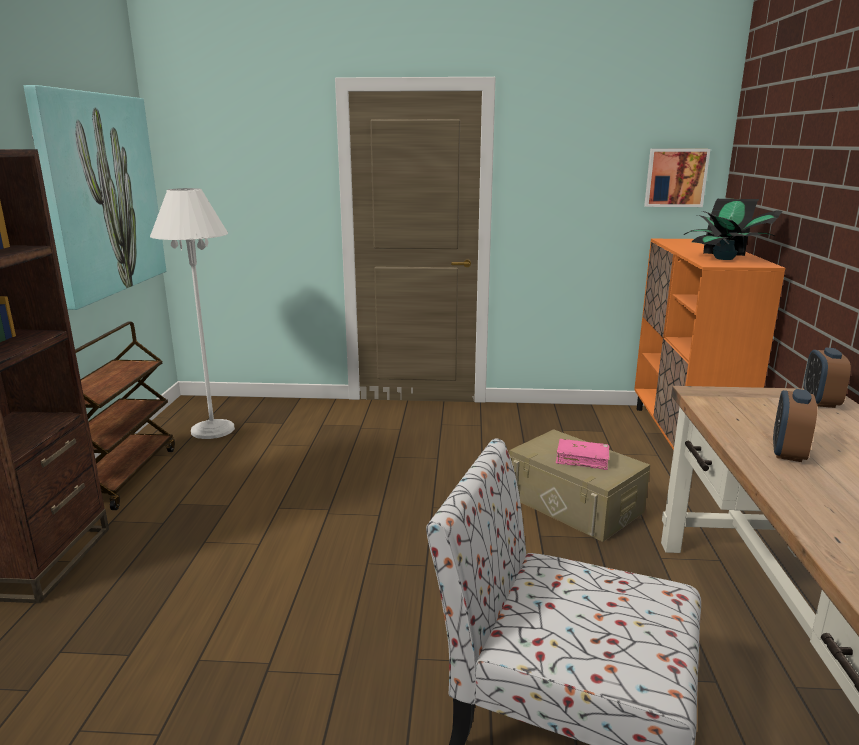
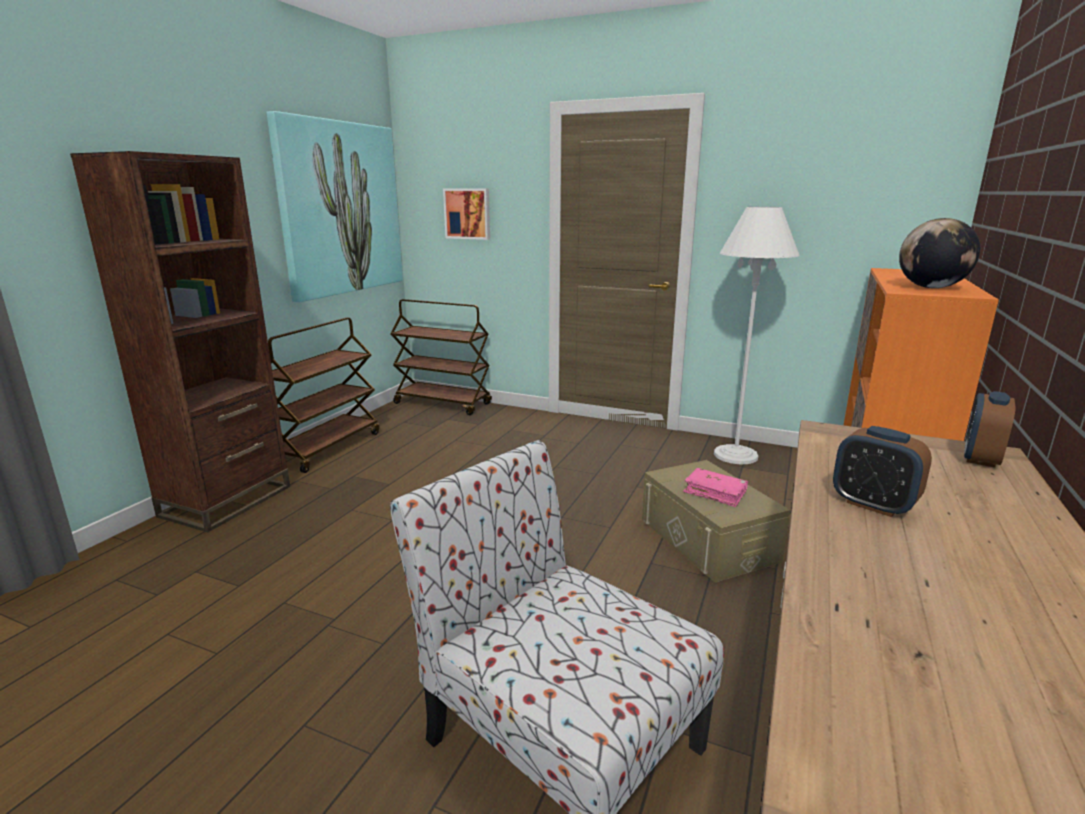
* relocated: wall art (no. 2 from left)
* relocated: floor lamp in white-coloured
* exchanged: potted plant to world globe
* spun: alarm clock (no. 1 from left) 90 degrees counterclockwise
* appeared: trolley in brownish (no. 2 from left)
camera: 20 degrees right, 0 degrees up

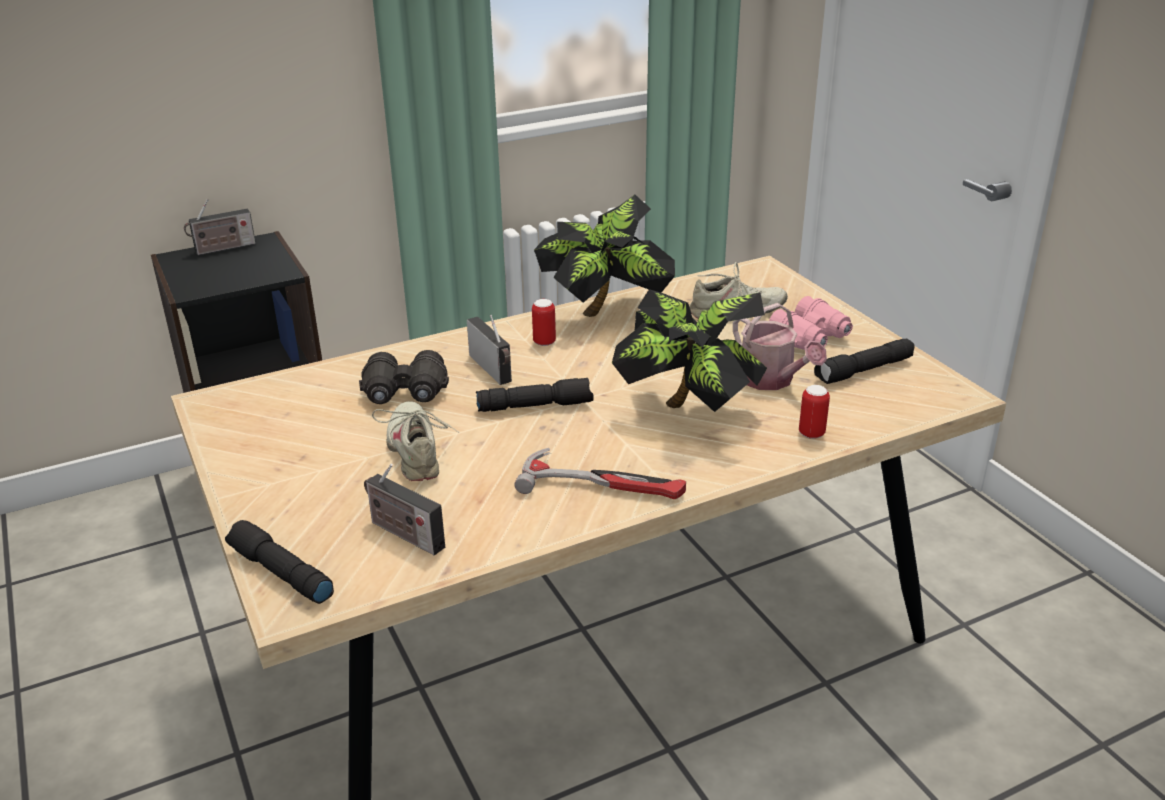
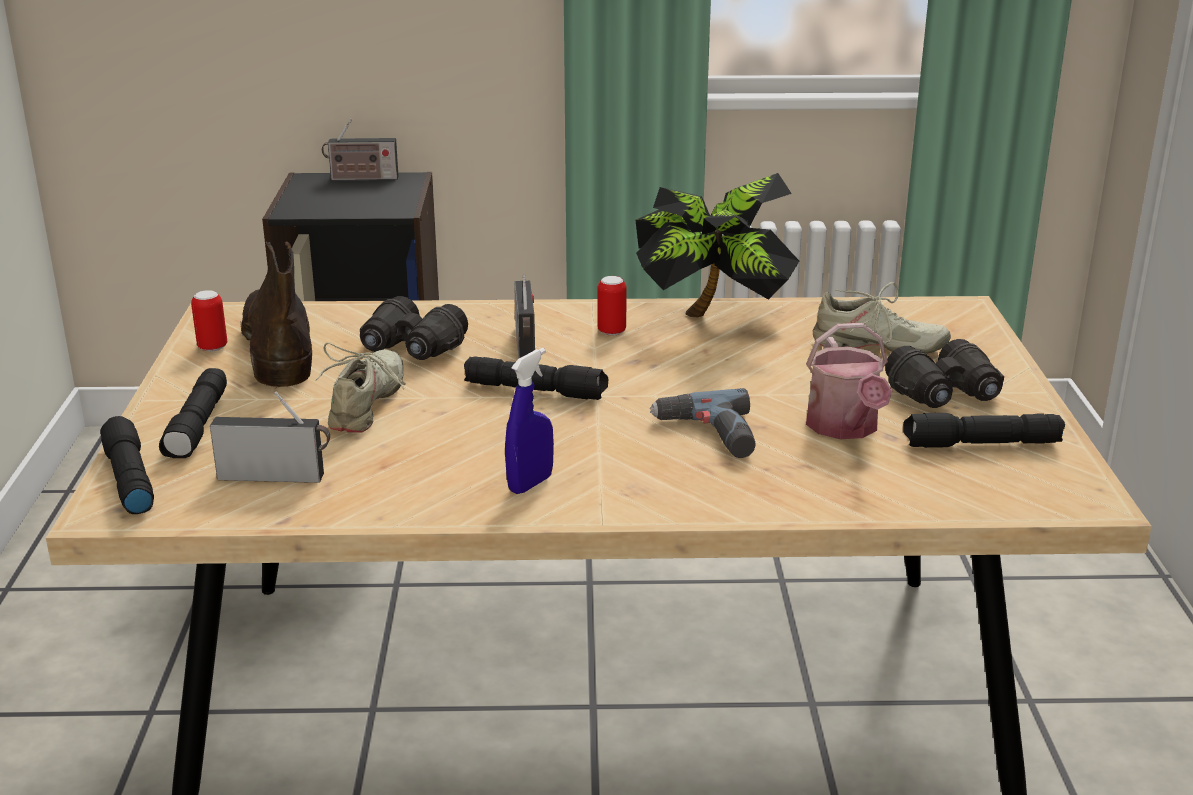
* exchanged: potted plant (no. 2 from left) to drill
* colour: field glasses in pinkish to field glasses in blackish (no. 2 from left)
* relocated: metal can (no. 2 from left in the first image) to metal can (no. 1 from left)
* exchanged: tool hammer to sprayer in bluish
* spun: radio set (no. 2 from left in the first image) 120 degrees clockwise
* appeared: boot in brownish
* appeared: hand torch in blackish (no. 2 from left)
camera: 25 degrees right, 5 degrees down

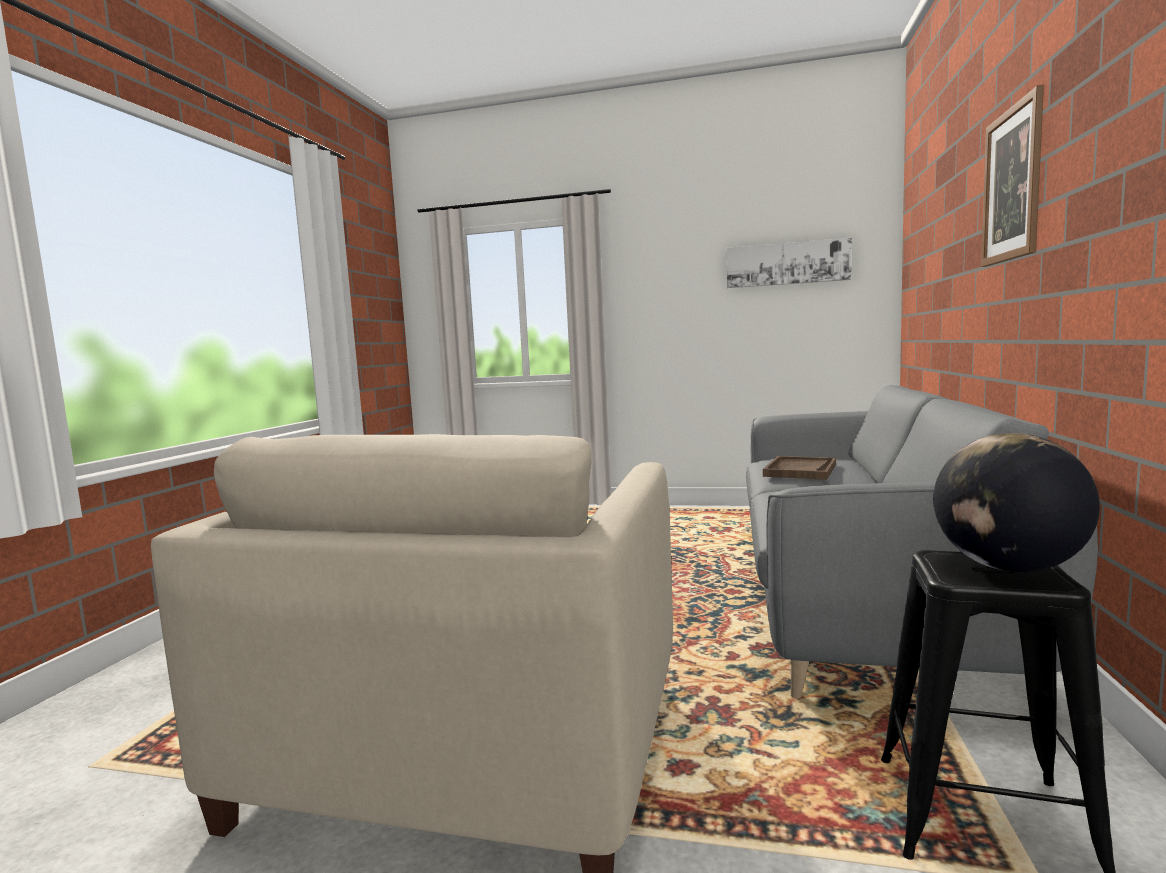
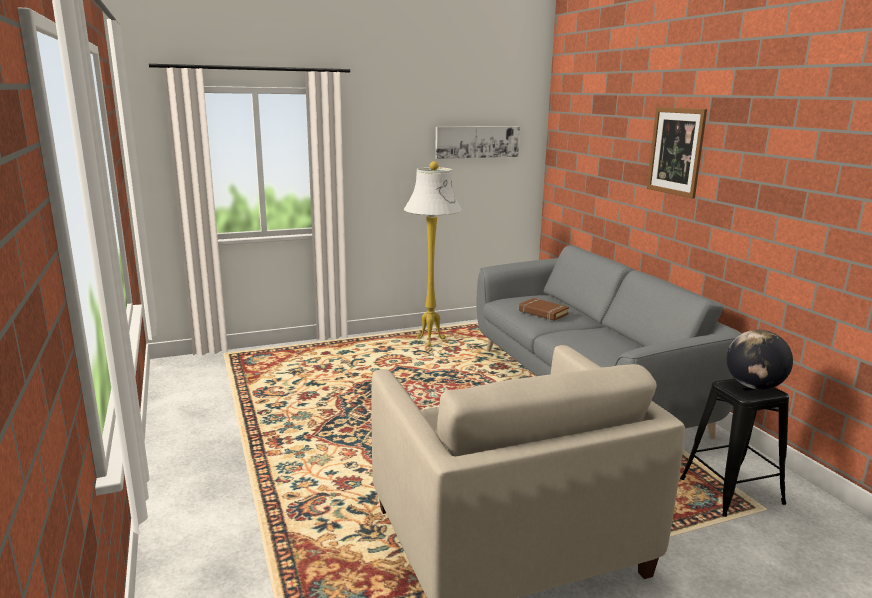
* exchanged: carrying tray in brownish to bound book in brownish
* appeared: floor lamp in white-coloured
camera: 35 degrees left, 10 degrees up

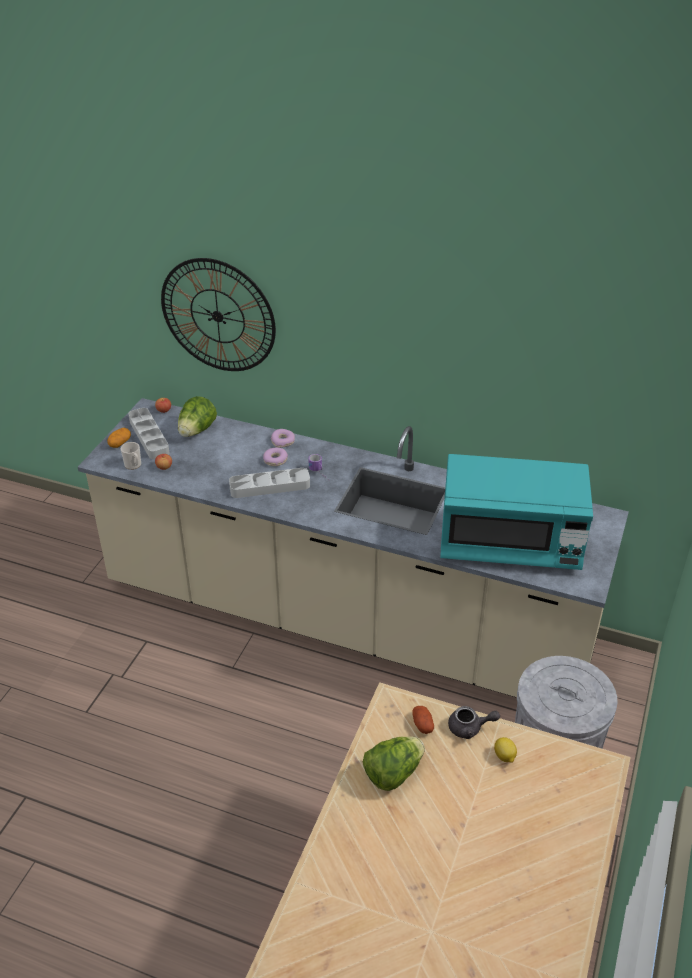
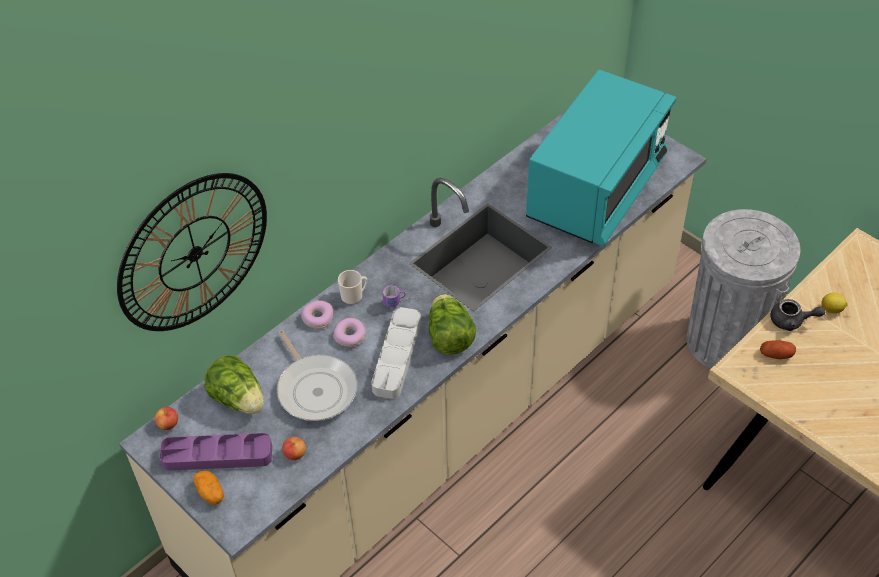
* colour: carrying tray in gray (no. 1 from left) to carrying tray in purple
* relocated: mug (no. 1 from left)
* spun: tea pot in gray 75 degrees clockwise
* relocated: head of lettuce (no. 2 from left)
* appeared: skillet
camera: 65 degrees left, 10 degrees up

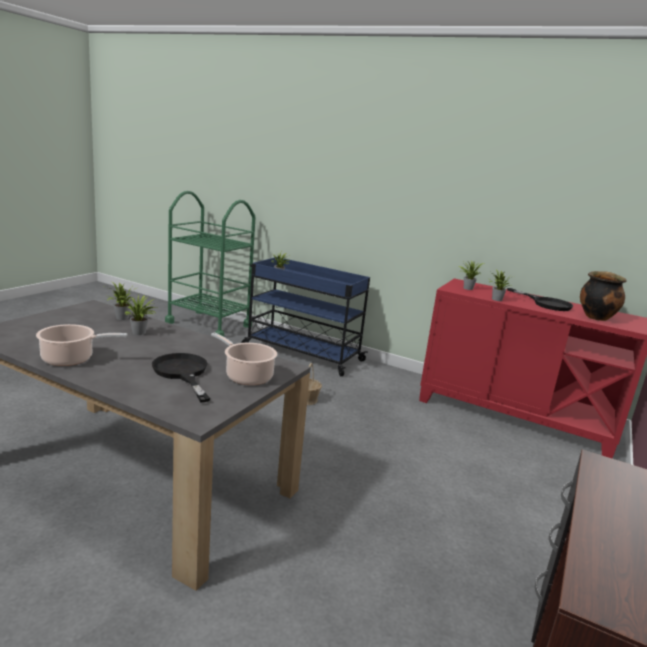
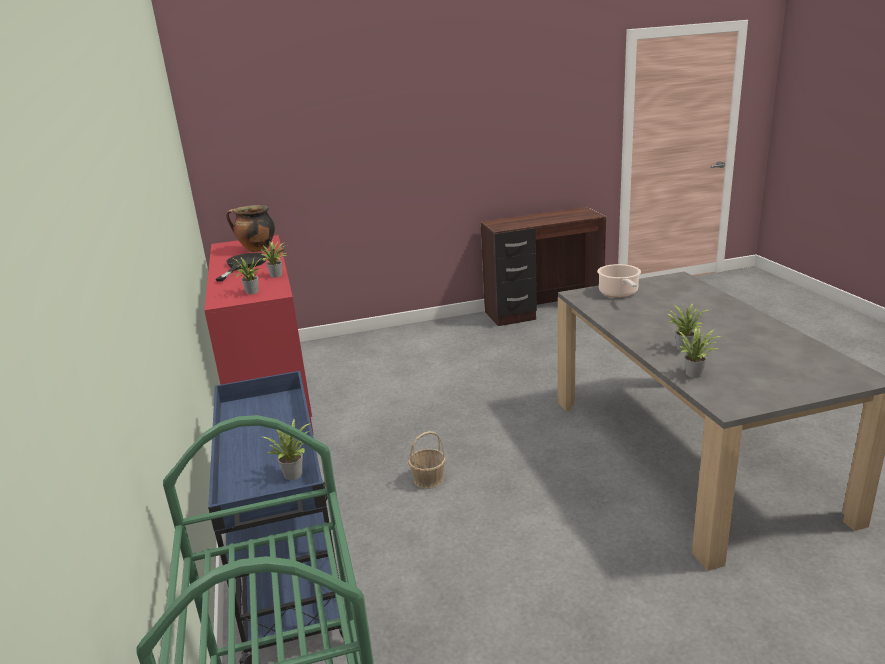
* missing: saucepot (no. 1 from left)
* missing: skillet in blackish (no. 1 from left)
camera: 130 degrees left, 5 degrees up

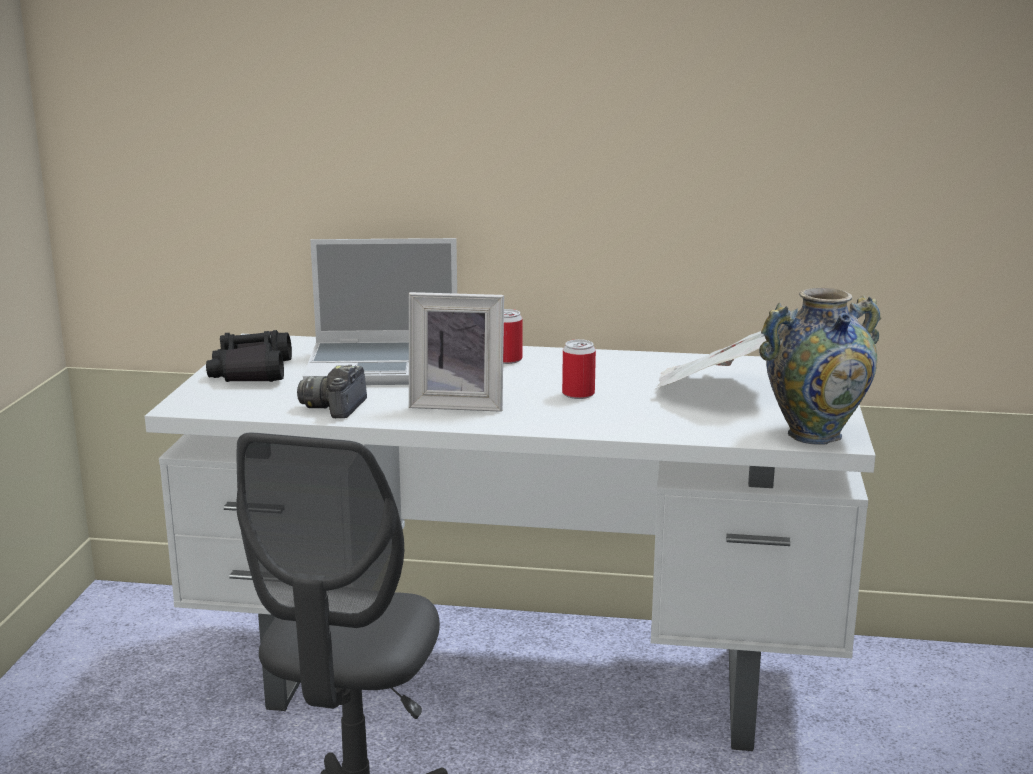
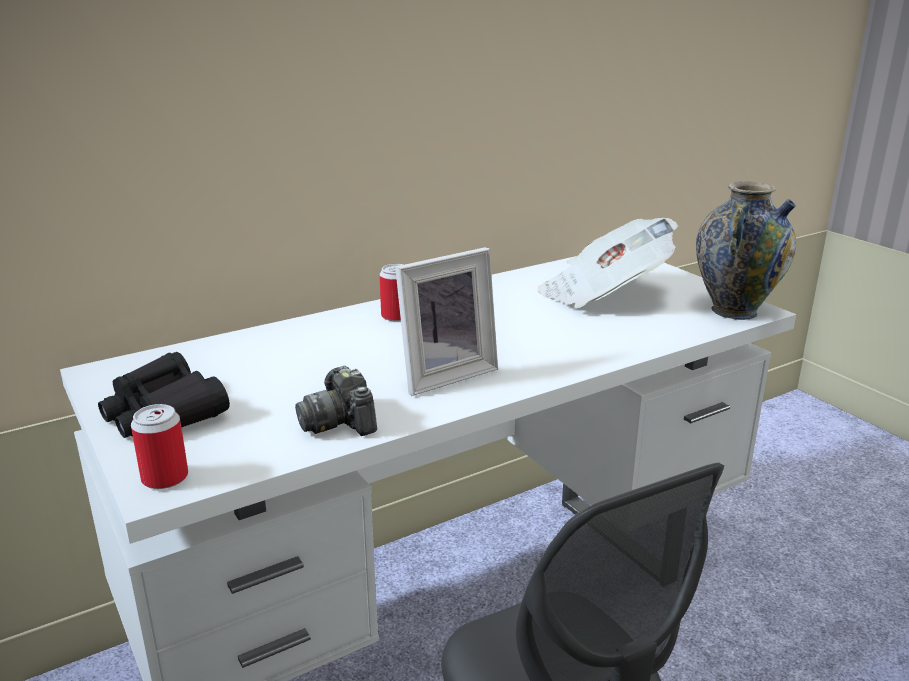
* missing: notebook computer
* relocated: metal can (no. 2 from left in the first image) to metal can (no. 1 from left)
camera: 40 degrees left, 5 degrees up

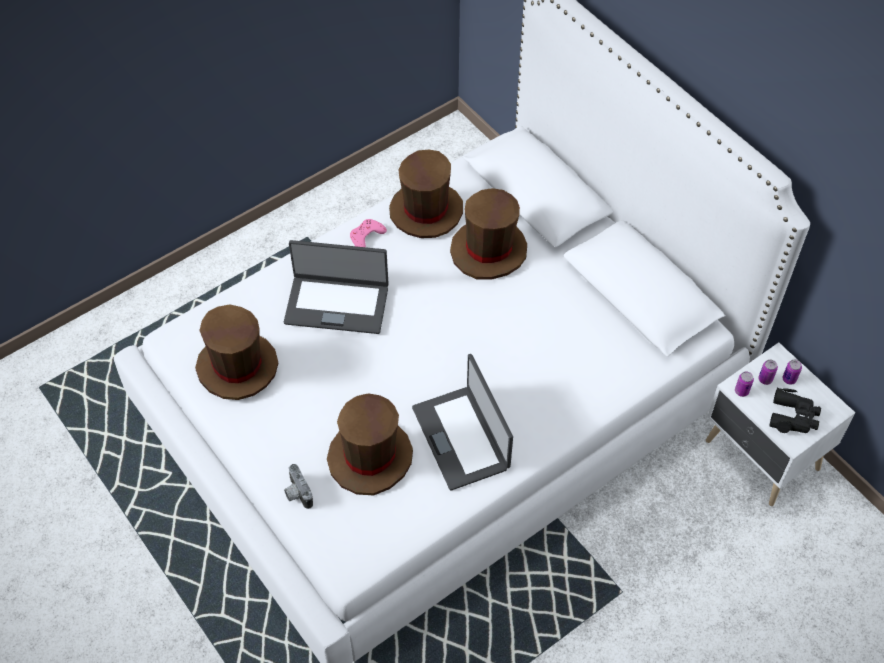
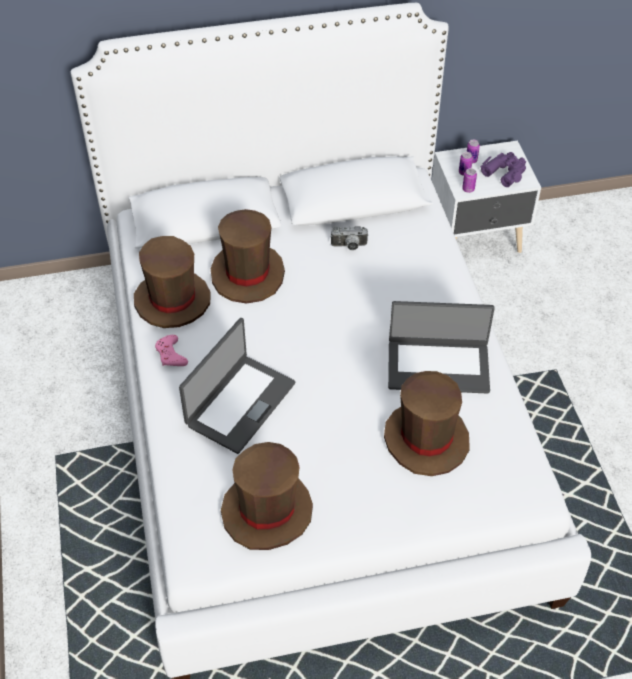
* colour: field glasses in blackish to field glasses in purple
* relocated: photo camera
camera: 65 degrees left, 5 degrees down

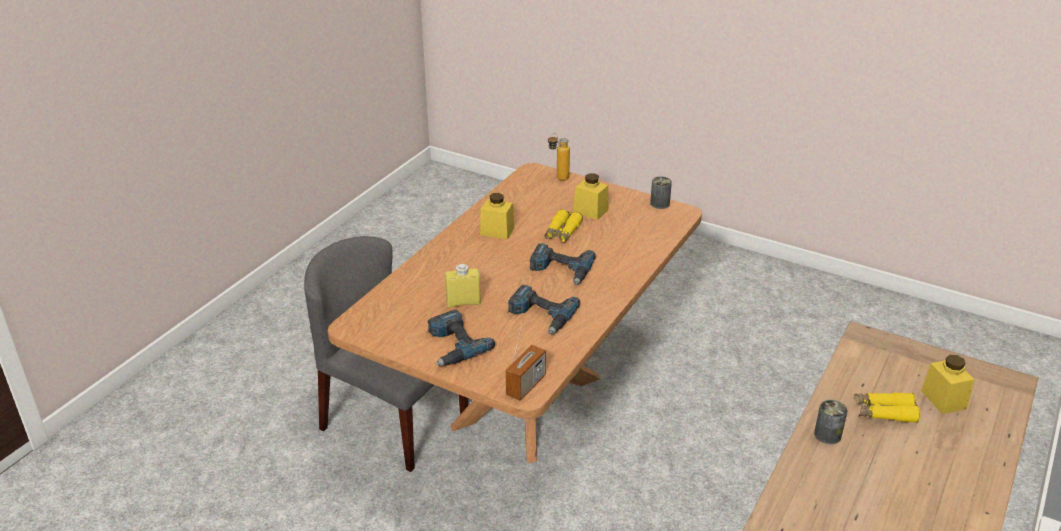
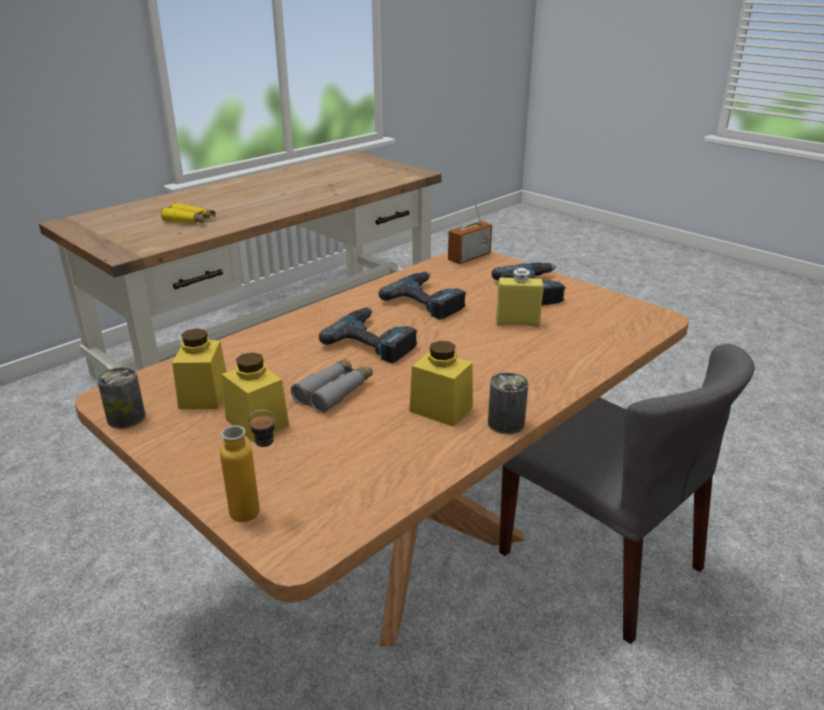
* colour: field glasses in yellowish (no. 1 from left) to field glasses in gray
* relocated: preserve jar in yellowish (no. 3 from left in the first image) to preserve jar in yellowish (no. 1 from left)
* relocated: metal can (no. 2 from left)
camera: 165 degrees left, 5 degrees down

